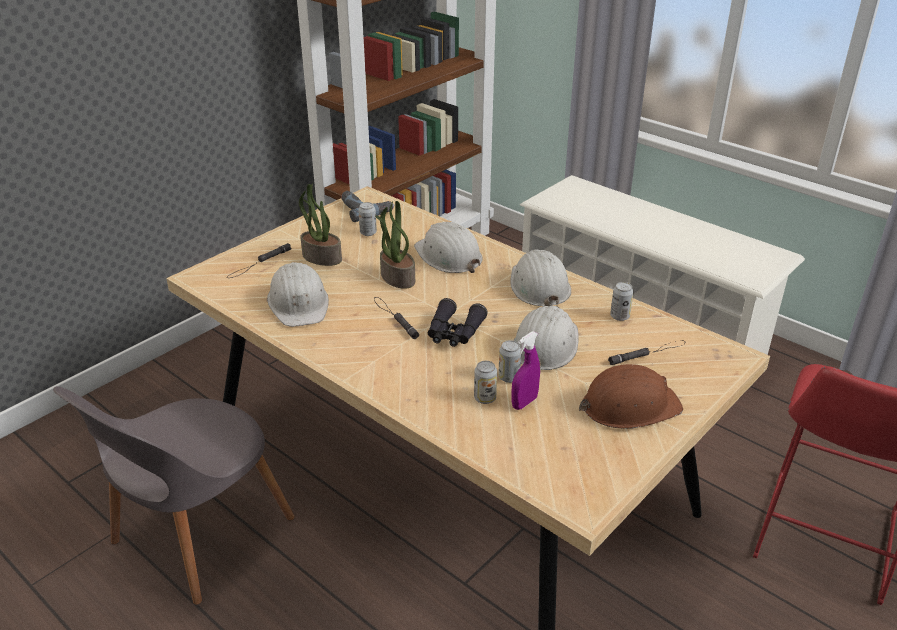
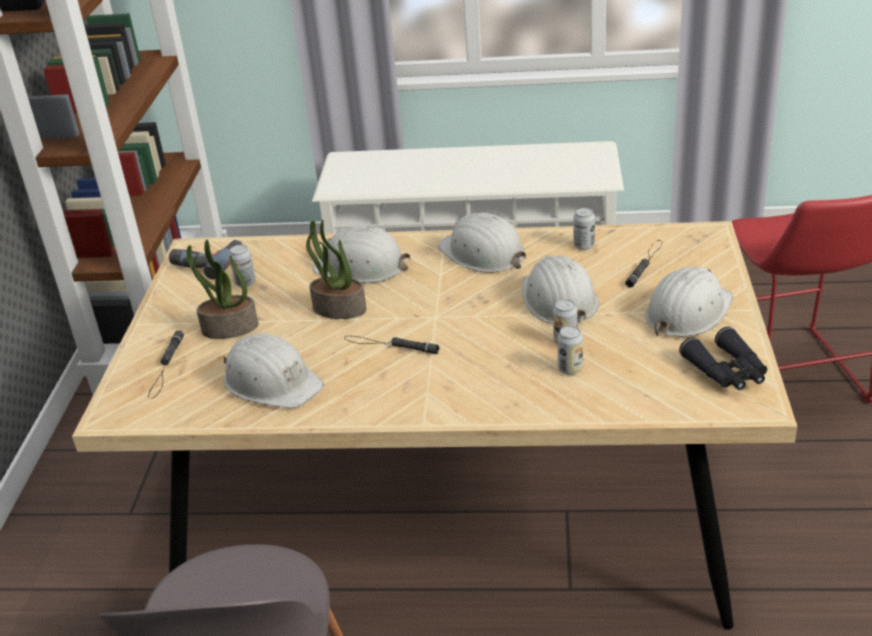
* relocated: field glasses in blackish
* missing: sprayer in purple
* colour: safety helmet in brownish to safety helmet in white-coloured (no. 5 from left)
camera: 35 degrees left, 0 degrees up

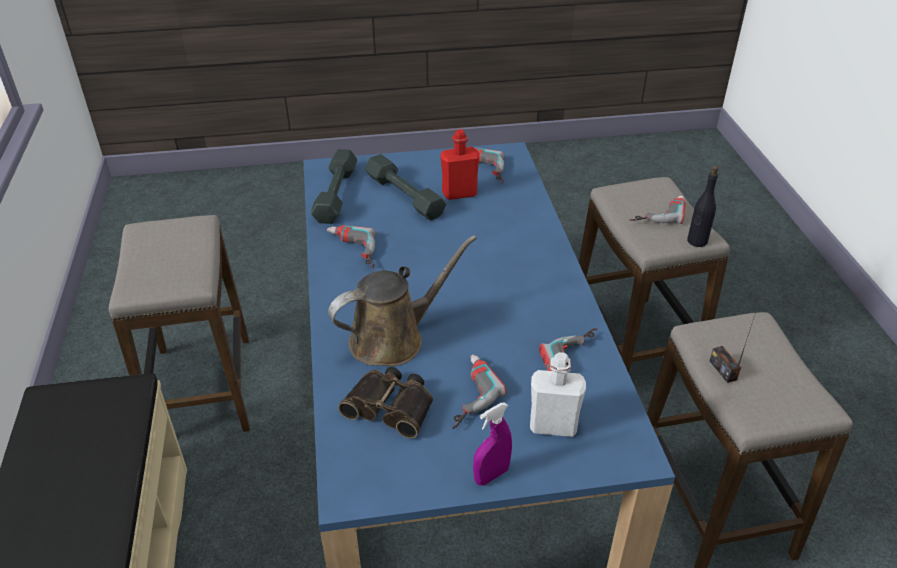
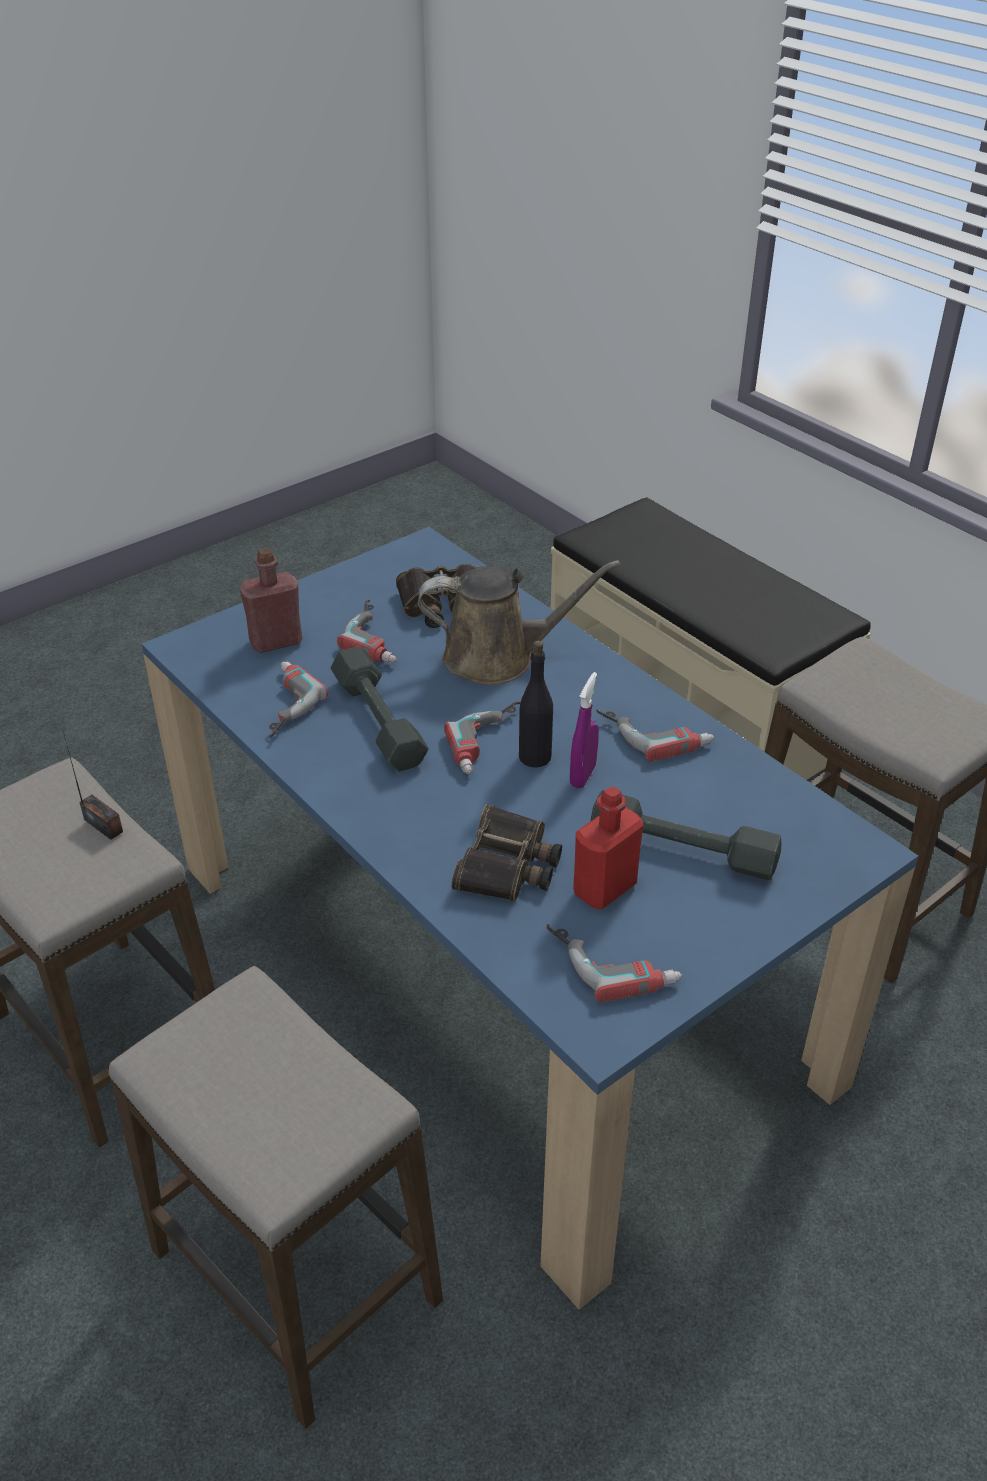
* relocated: hand weight in gray (no. 1 from left)
* relocated: bottle in blackish
* relocated: drill (no. 5 from left in the first image) to drill (no. 3 from left)
* spun: watering pot in brownish 120 degrees counterclockwise
* colour: bottle in white-coloured to bottle in red-coloured (no. 1 from left)
* relocated: sprayer in purple
* appeared: field glasses (no. 2 from left)
camera: 150 degrees right, 0 degrees up

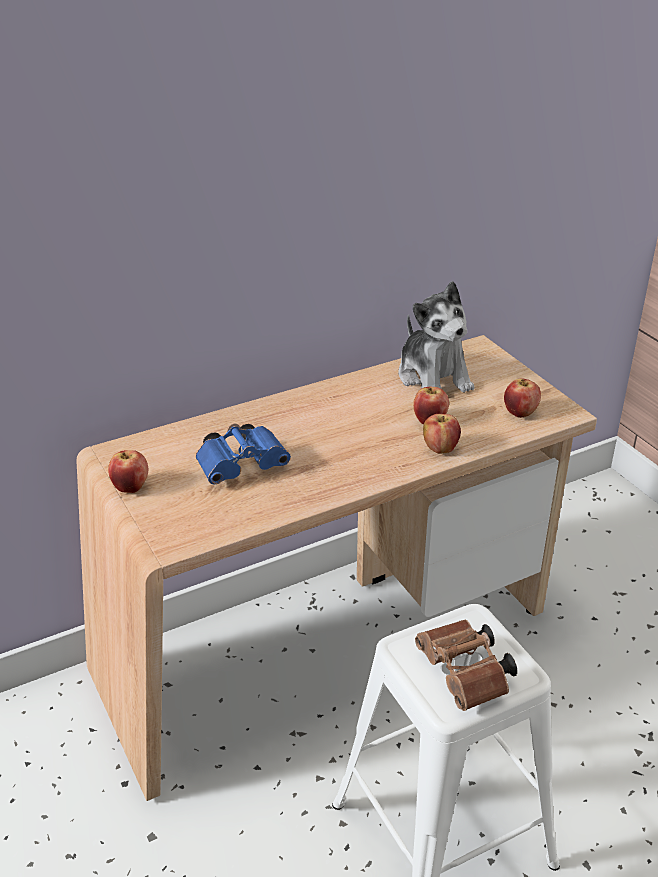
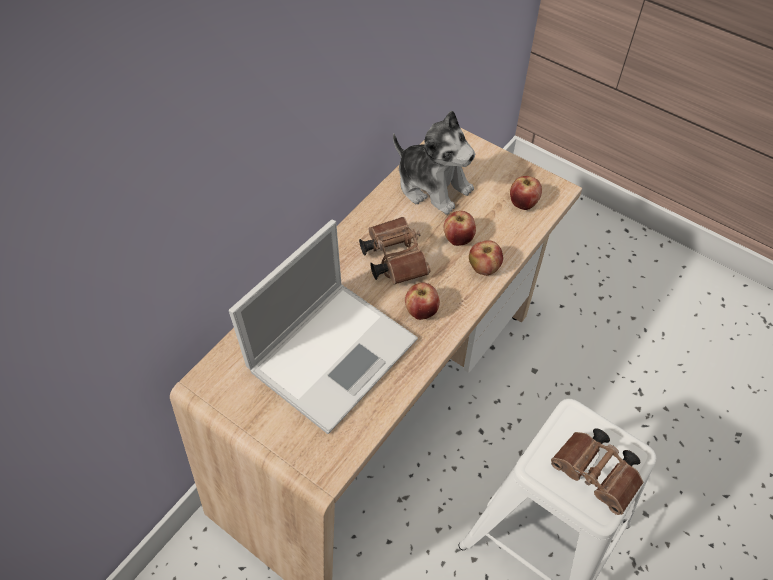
* exchanged: field glasses in bluish to notebook computer
* relocated: apple (no. 1 from left)
* appeared: field glasses in brownish (no. 1 from left)
camera: 25 degrees left, 20 degrees up

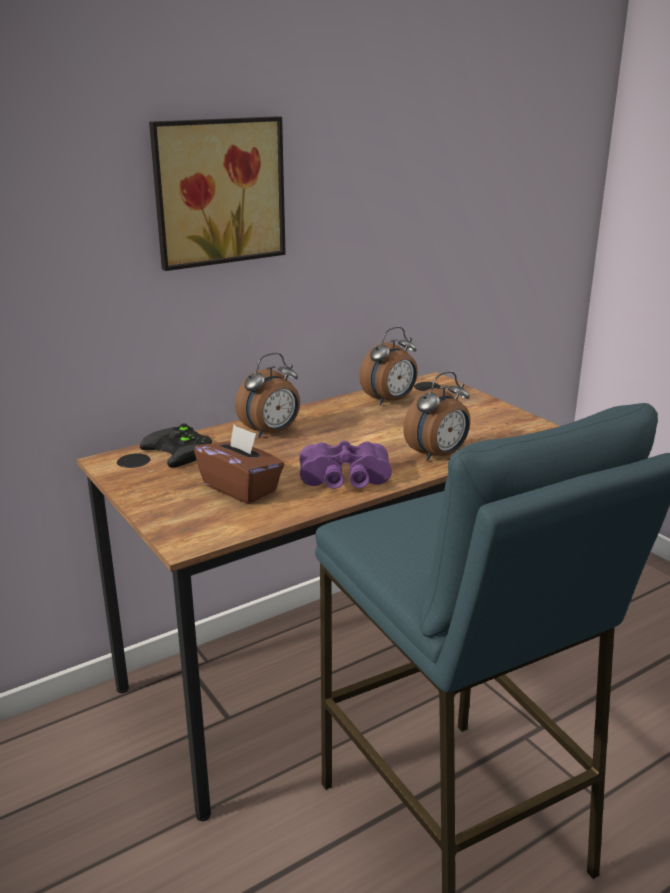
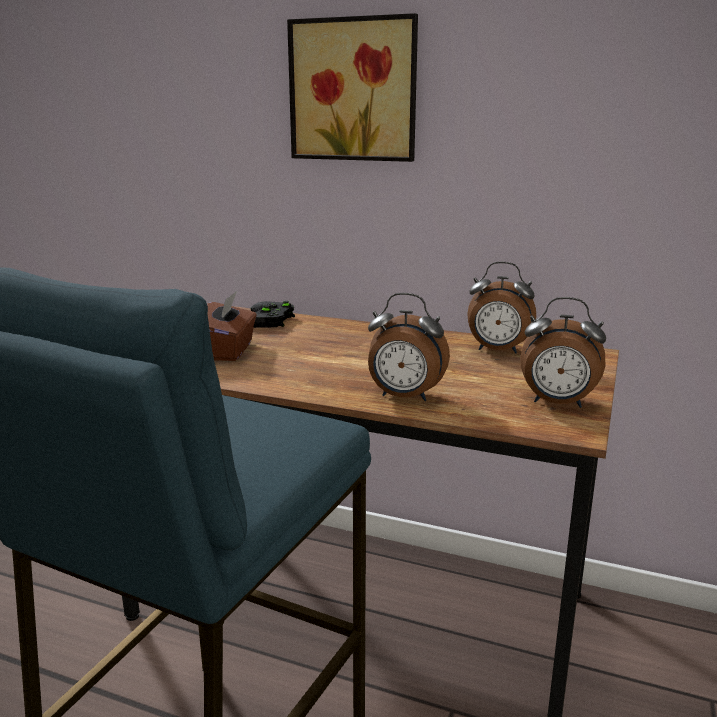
* relocated: alarm clock (no. 1 from left in the first image) to alarm clock (no. 3 from left)
* missing: field glasses in purple
camera: 55 degrees right, 5 degrees down

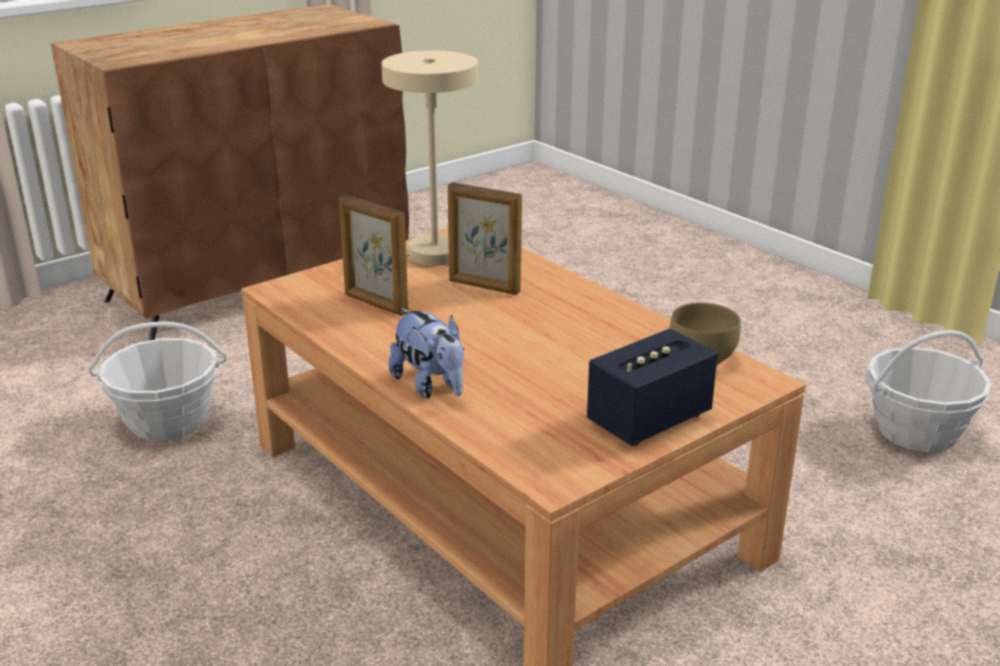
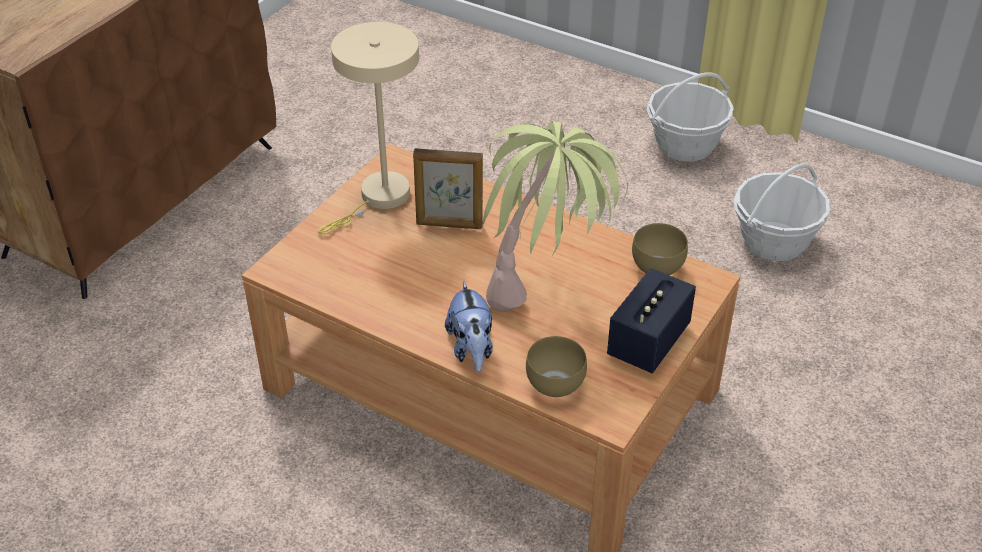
* missing: photo frame (no. 1 from left)
* spun: cuddly toy 45 degrees clockwise
* relocated: storage basket (no. 1 from left)
* appeared: potted plant
* appeared: bowl in brownish (no. 1 from left)
camera: 20 degrees left, 15 degrees up

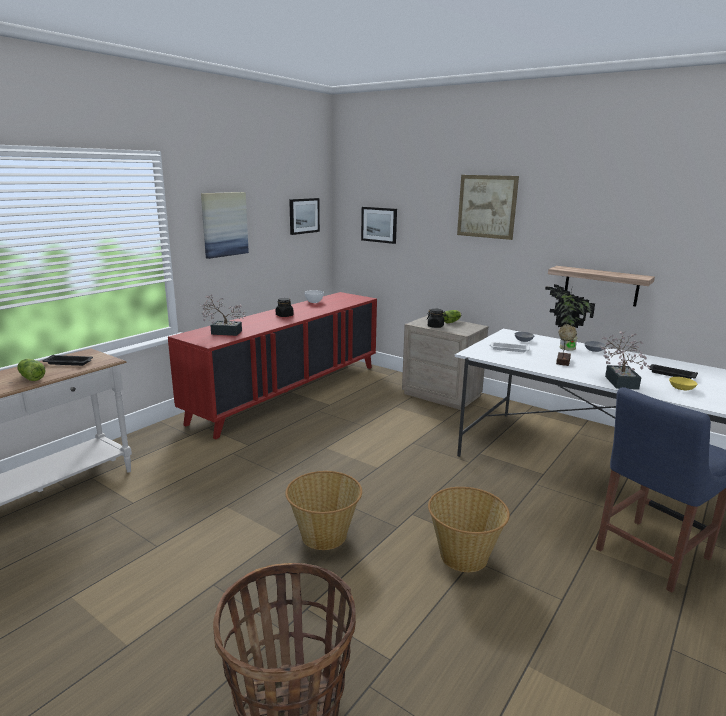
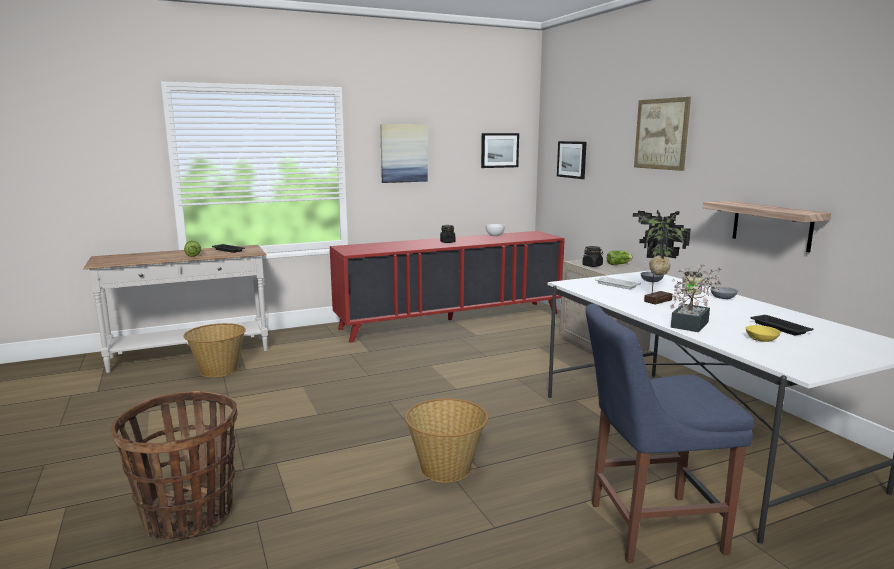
* missing: potted plant (no. 1 from left)
* relocated: storage basket (no. 2 from left)
camera: 30 degrees right, 5 degrees down

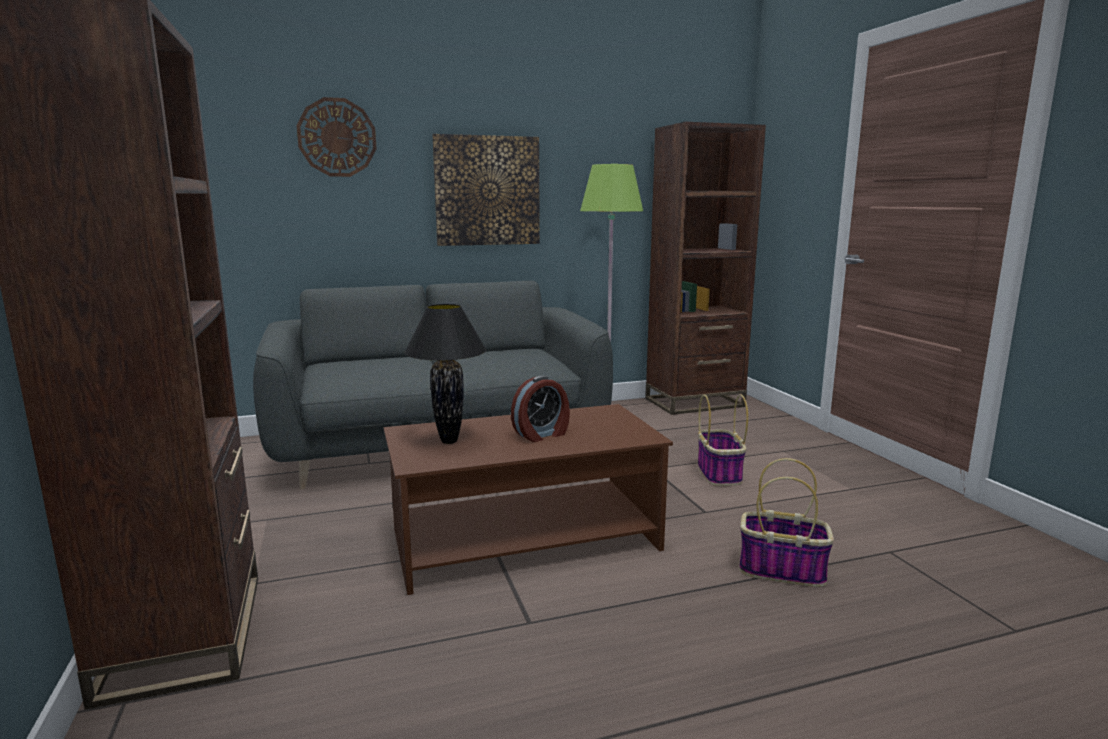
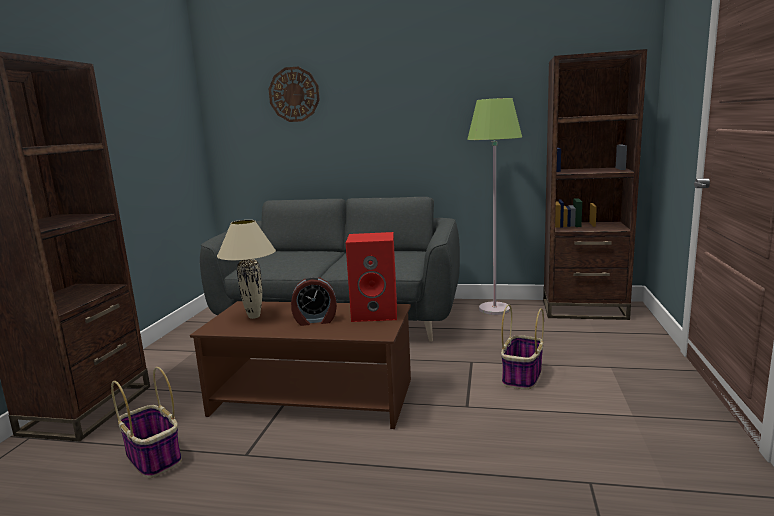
* missing: wall art
* colour: tabletop lamp in blackish to tabletop lamp in beige-coloured
* relocated: storage basket (no. 2 from left in the first image) to storage basket (no. 1 from left)
* appeared: audio speaker in red-coloured
camera: 30 degrees right, 0 degrees up

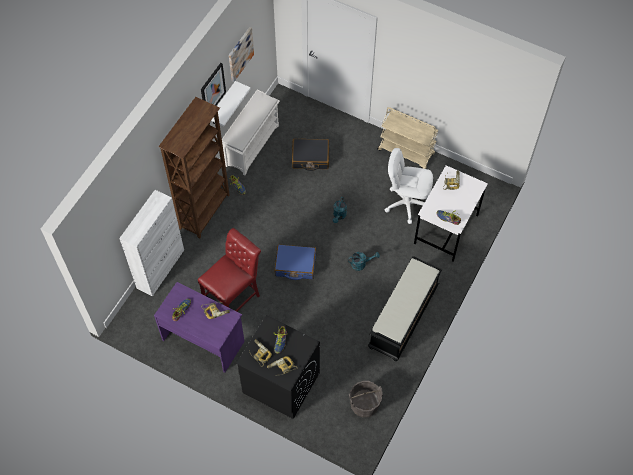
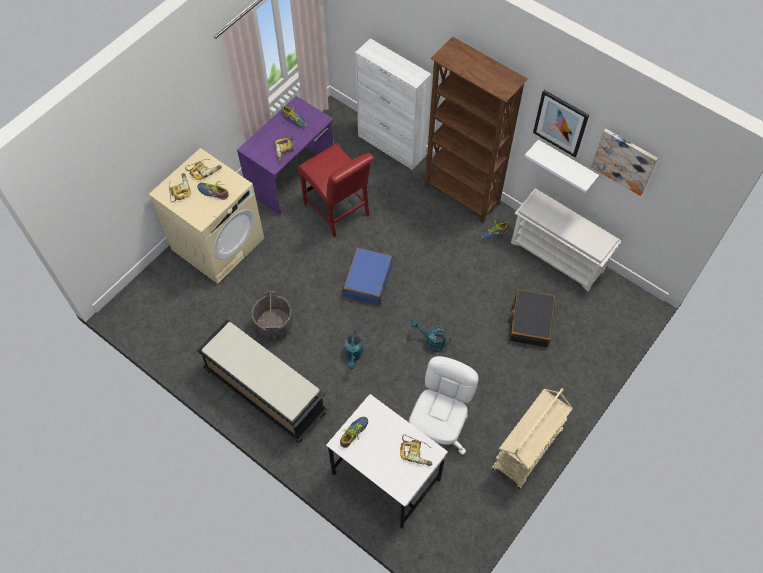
* colour: laundry machine in blackish to laundry machine in beige-coloured
* relocated: water bucket in gray
camera: 100 degrees right, 0 degrees up

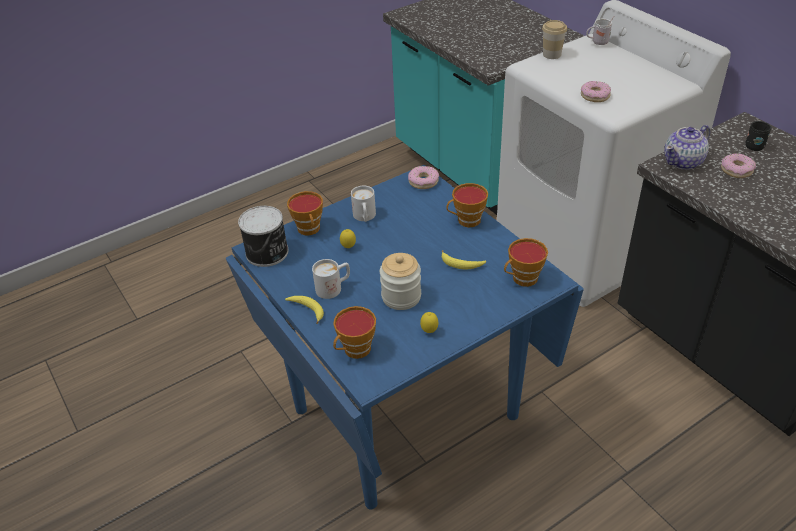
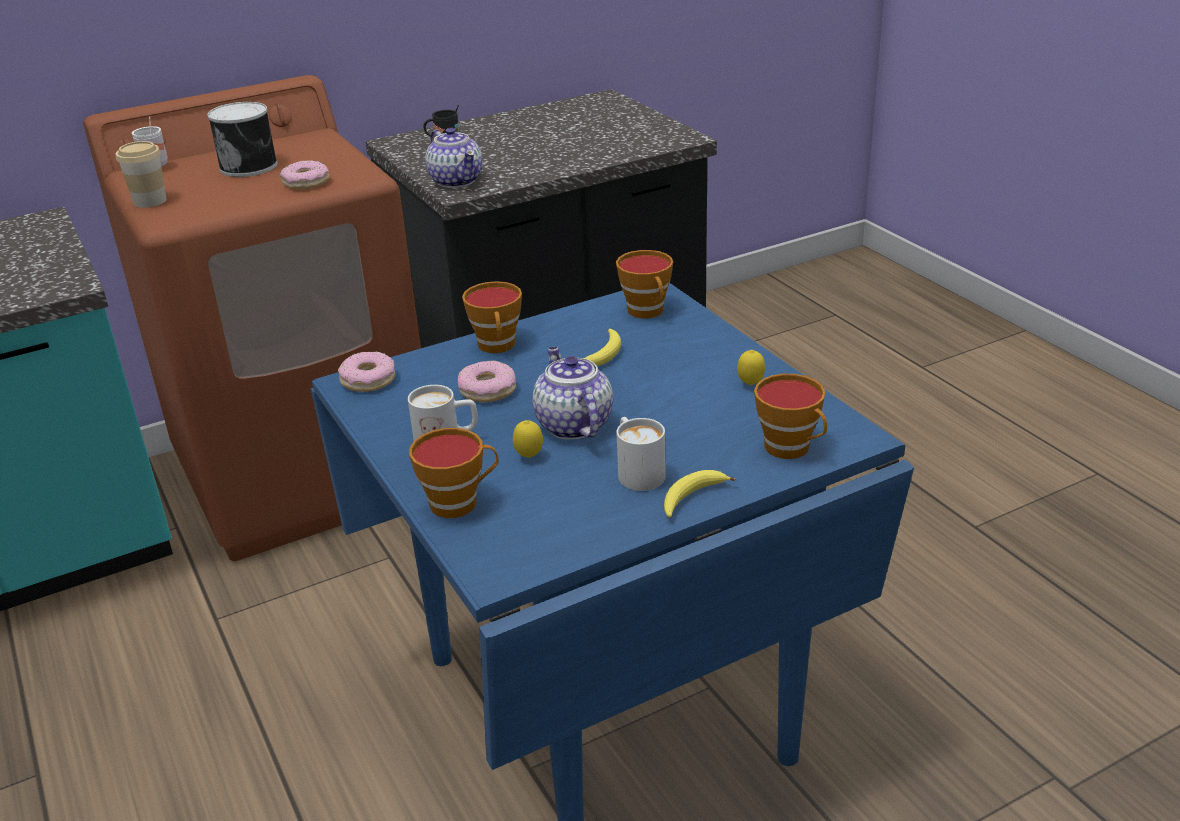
* colour: laundry machine in white-coloured to laundry machine in brownish
* relocated: donut (no. 3 from left)
* relocated: metal can
* missing: preserve jar
* appeared: tea pot (no. 2 from left)
camera: 85 degrees left, 10 degrees down

